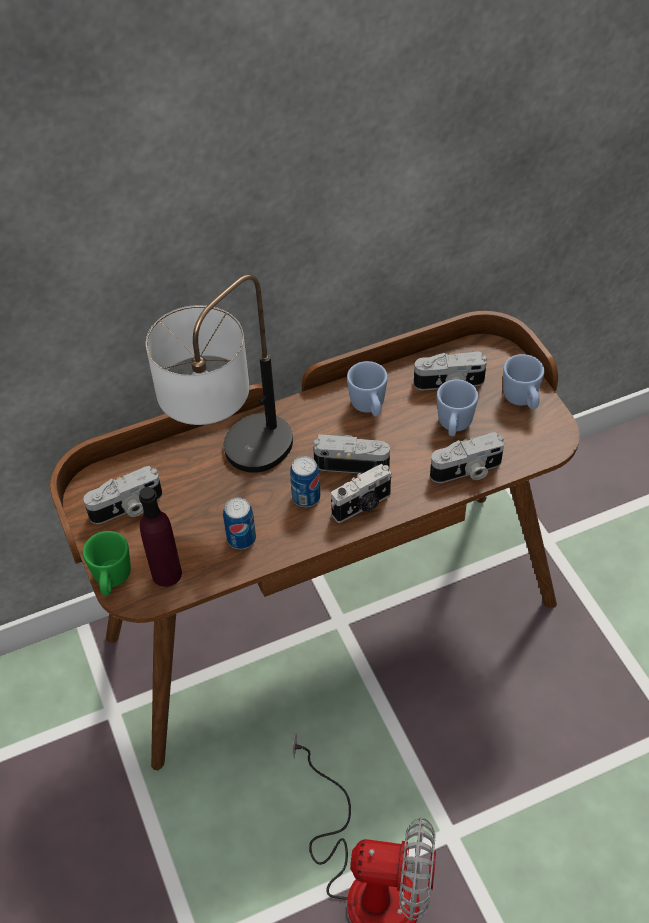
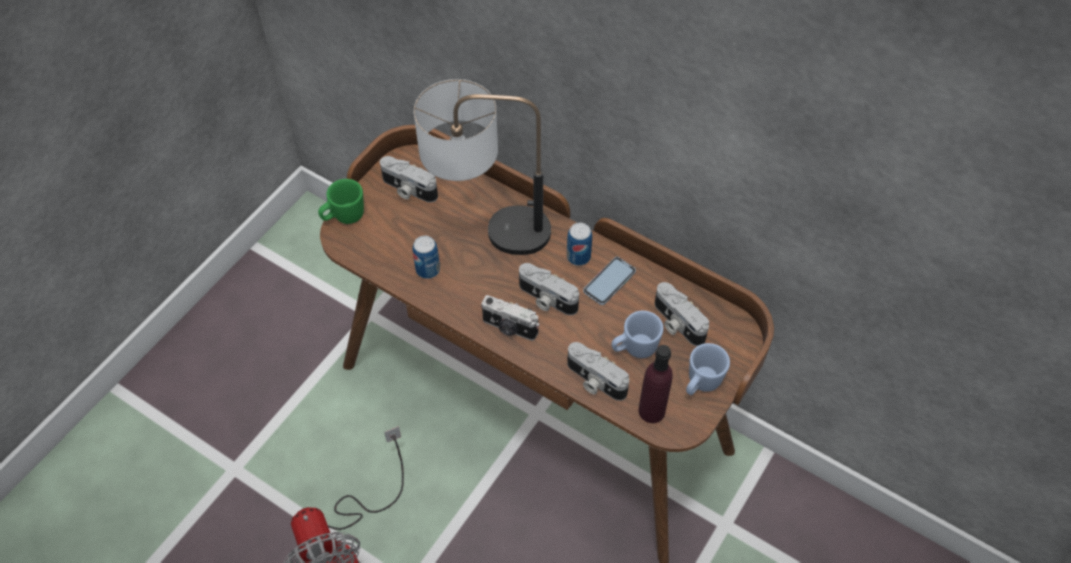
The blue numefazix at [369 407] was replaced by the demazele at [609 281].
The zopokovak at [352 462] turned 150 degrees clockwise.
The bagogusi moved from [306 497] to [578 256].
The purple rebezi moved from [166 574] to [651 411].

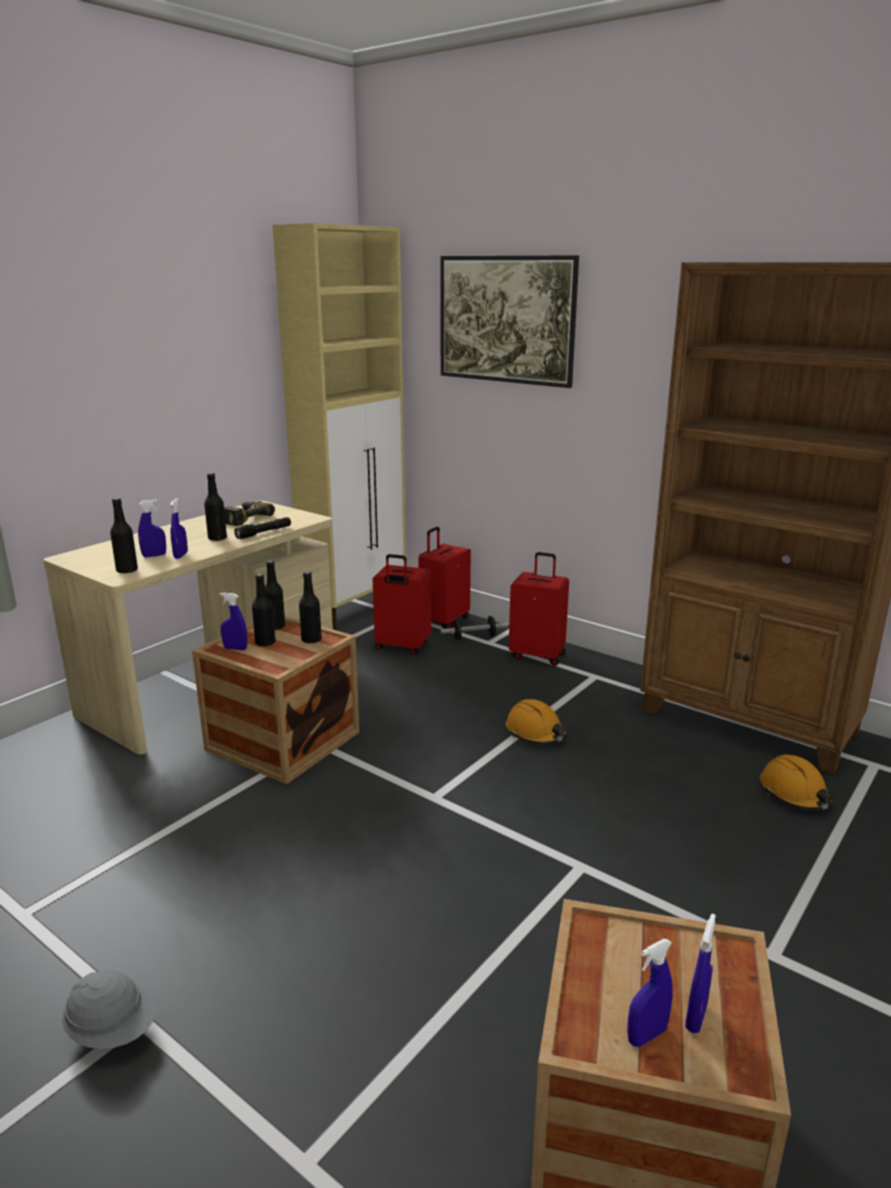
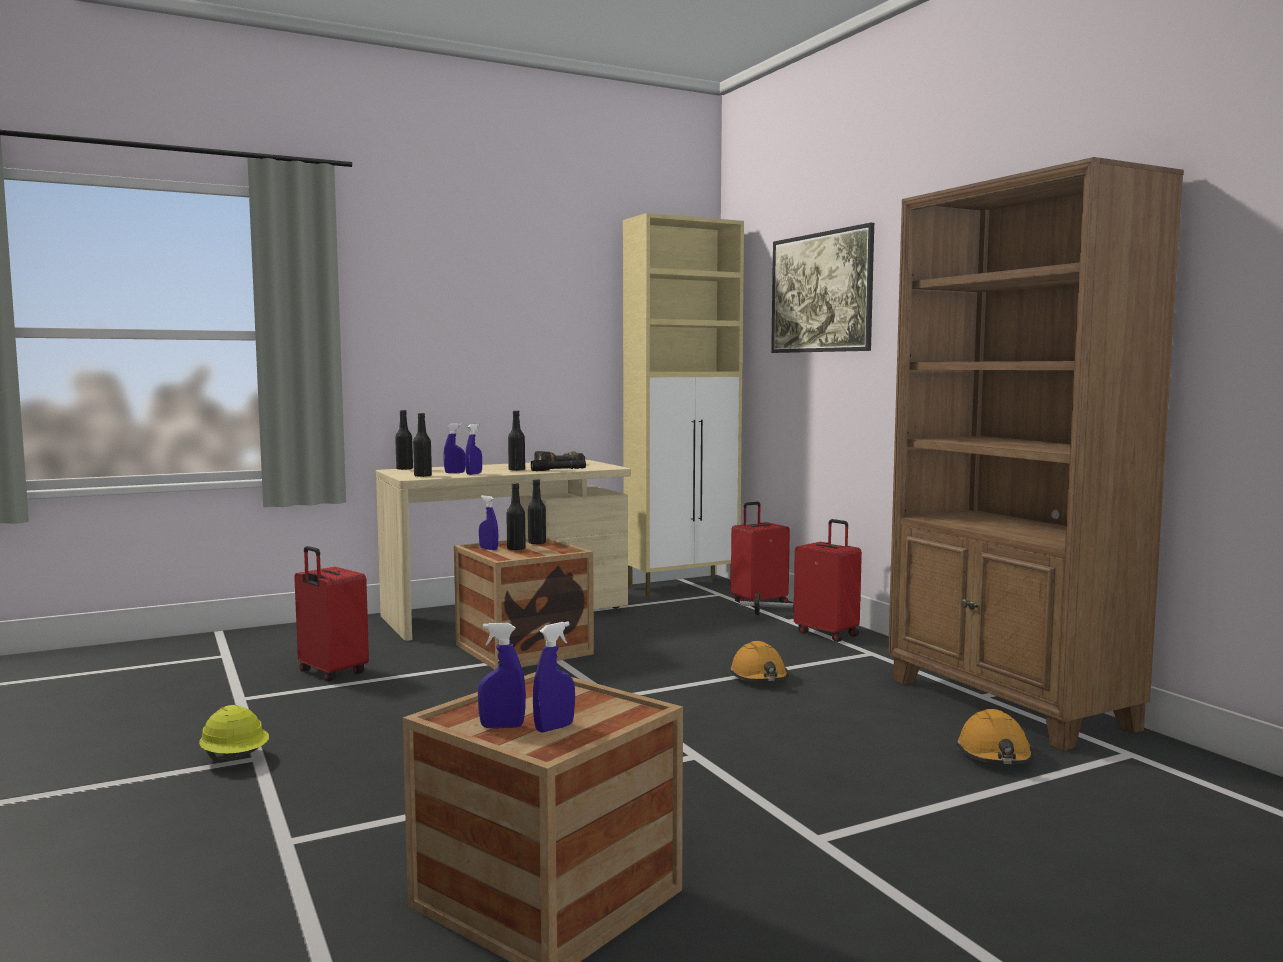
The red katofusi moved from [402 647] to [331 673].
The black rebezi moved from [311 640] to [404 469].
The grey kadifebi at [113 1031] became the yellow kadifebi at [236 759].

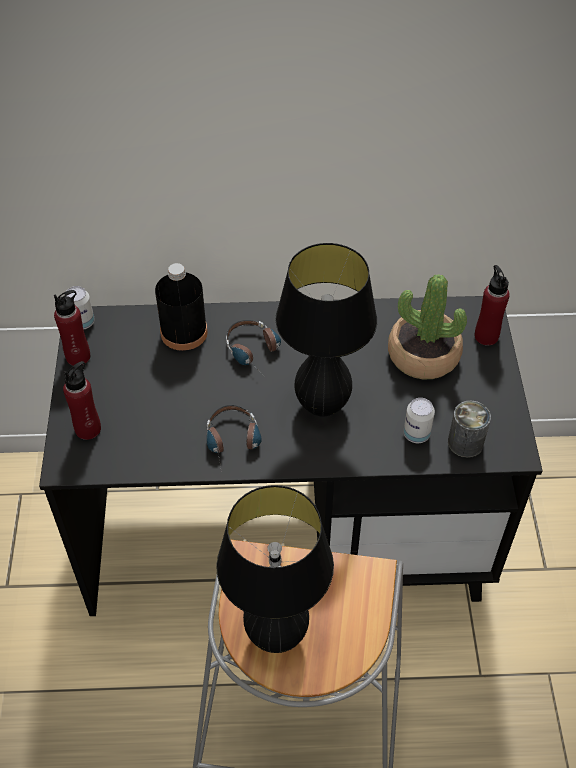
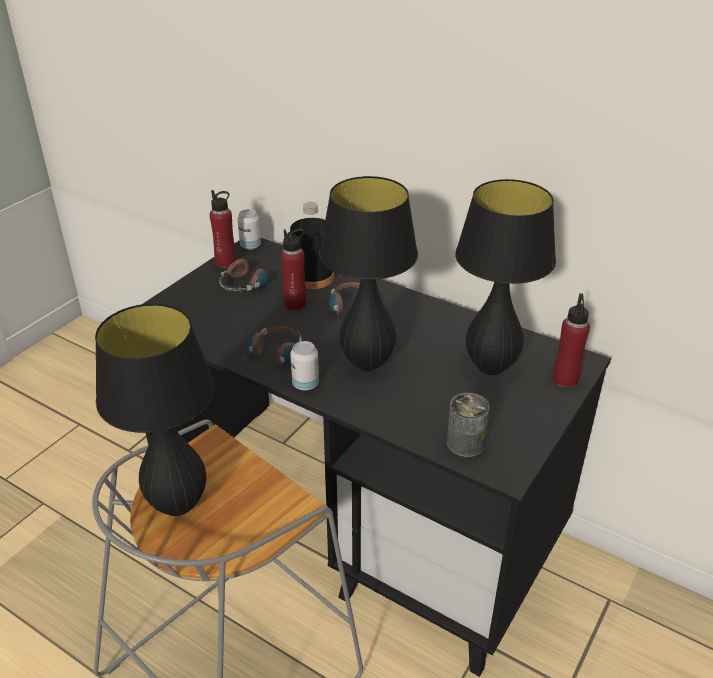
The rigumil at [423 355] was replaced by the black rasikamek at [491 367].
The red rebezi moved from [88 429] to [295 304].
The bagogusi moved from [416 434] to [305 384].
The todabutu at [249 281] appeared.

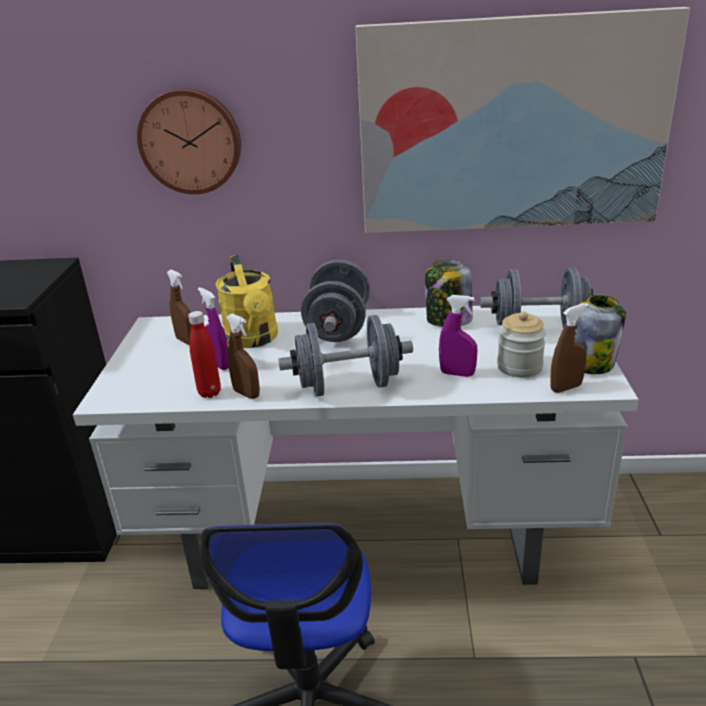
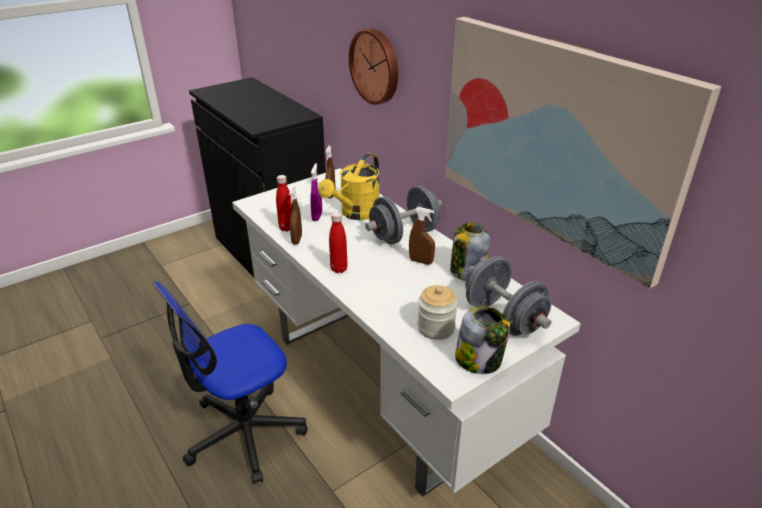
The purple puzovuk at [457 374] disappeared.
The brown puzovuk moved from [566 388] to [421 261].
The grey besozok at [348 386] was replaced by the red rebezi at [339 269].

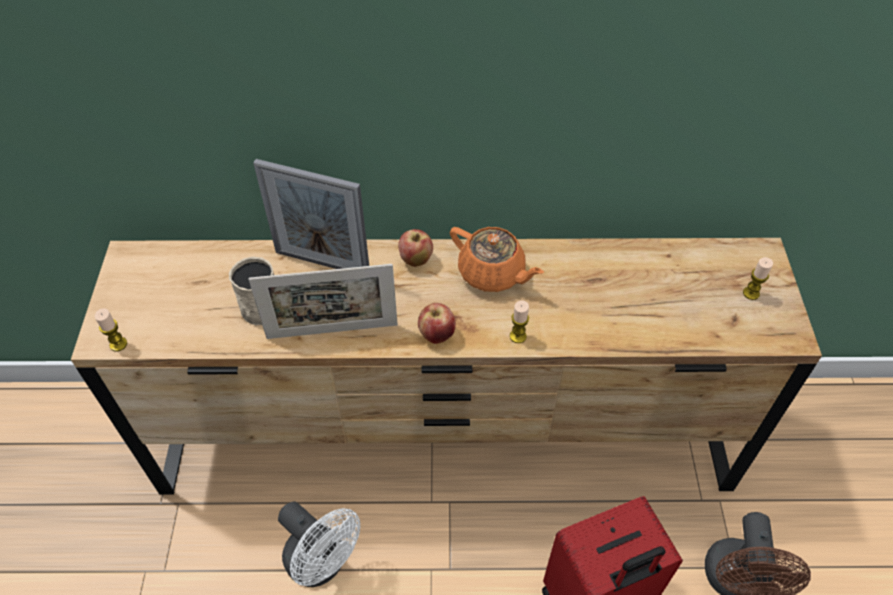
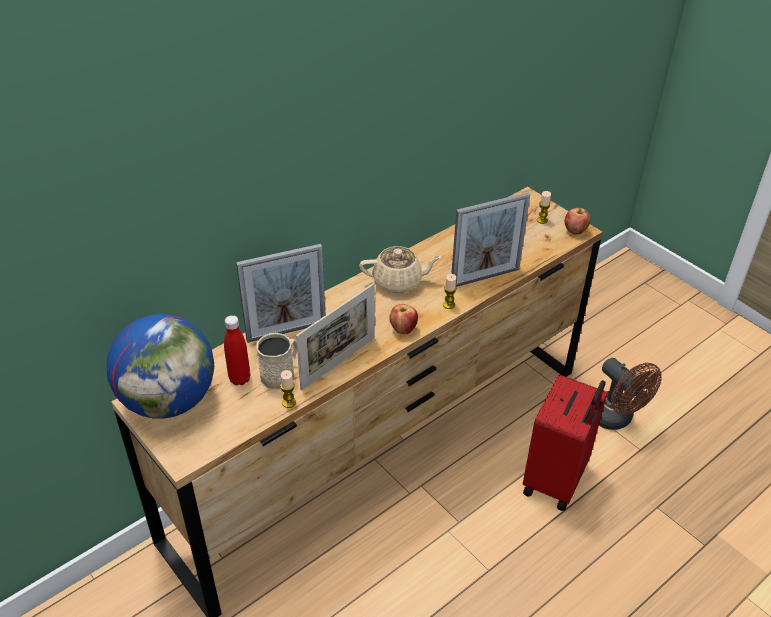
The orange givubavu at [492 274] became the beige givubavu at [398 282].
The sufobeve moved from [415 260] to [575 231].
The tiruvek moved from [118 344] to [289 402].
The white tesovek at [322 564] disappeared.
The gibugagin at [485 277] appeared.
The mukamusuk at [169 400] appeared.
The red rebezi at [240 379] appeared.

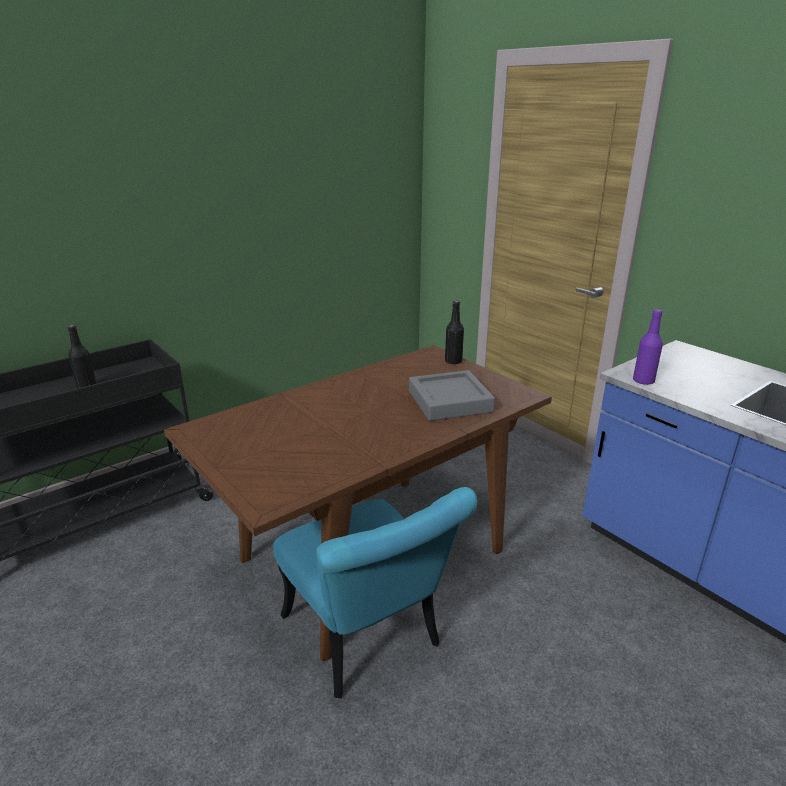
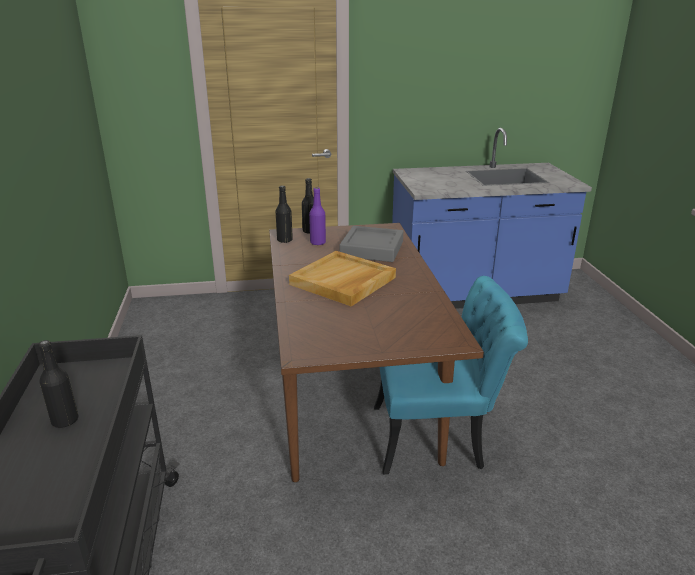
The purple rebezi moved from [643 381] to [318 243].
The black rebezi at [284 240] appeared.
The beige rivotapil at [343 281] appeared.

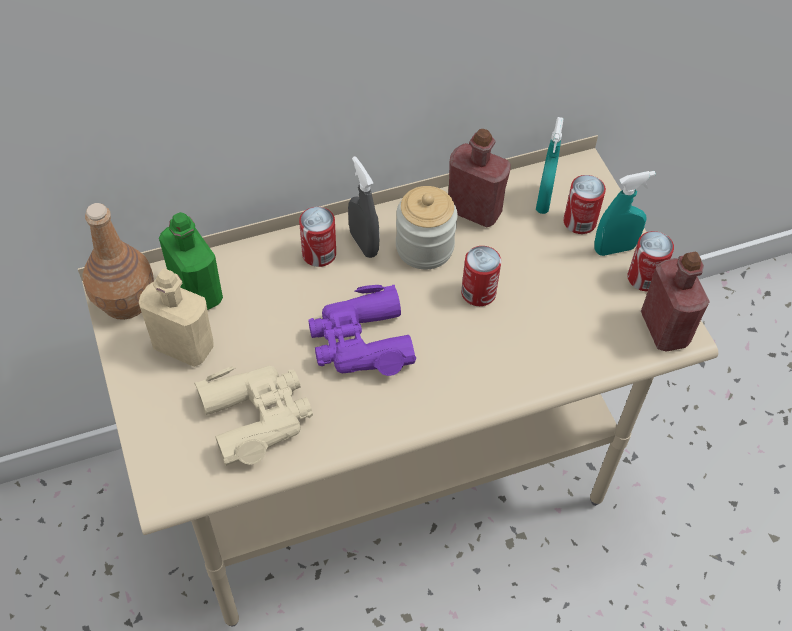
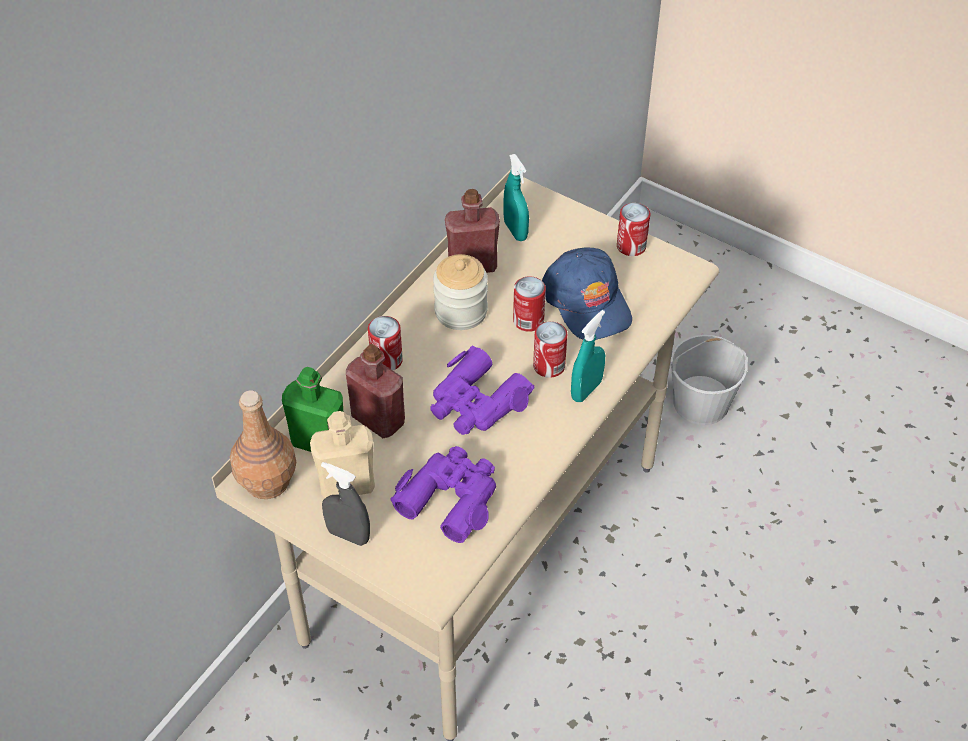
The grey puzovuk moved from [363 244] to [348 535].
The turquoise puzovuk moved from [614 248] to [586 390].
The bagogusi moved from [579 222] to [549 366].
The red rebezi moved from [664 329] to [378 419].
The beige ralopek at [257 416] became the purple ralopek at [450 498].
The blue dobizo at [587 301] appeared.
The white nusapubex at [702 402] appeared.

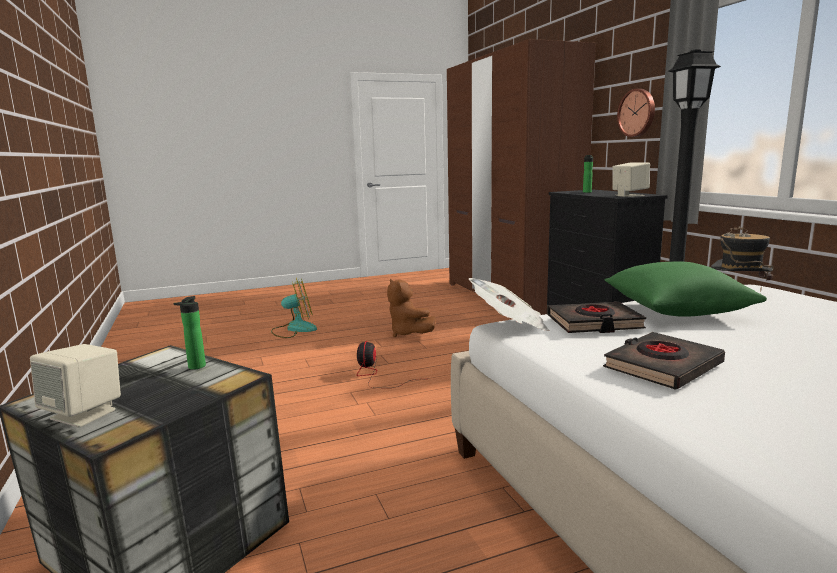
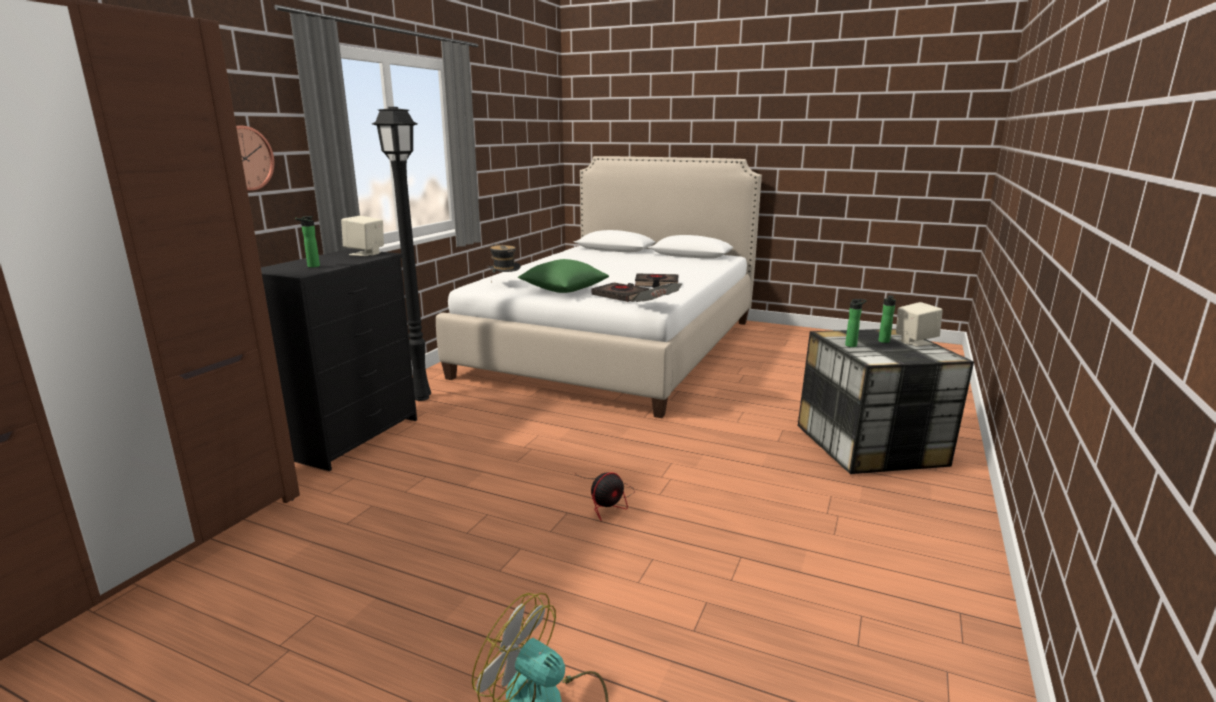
The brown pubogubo at [408 333] disappeared.
The rebezi at [884 342] appeared.

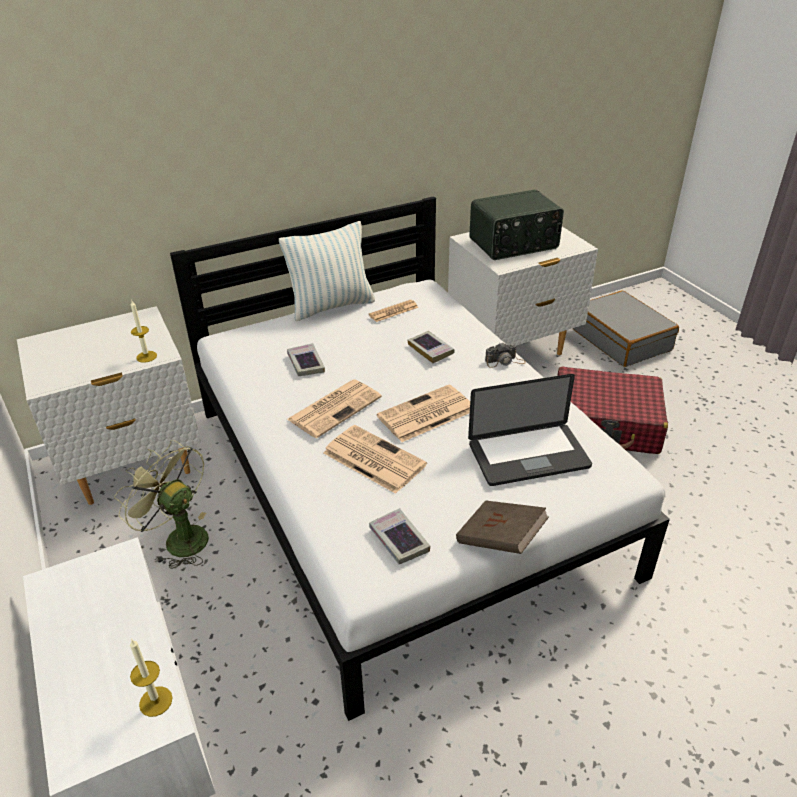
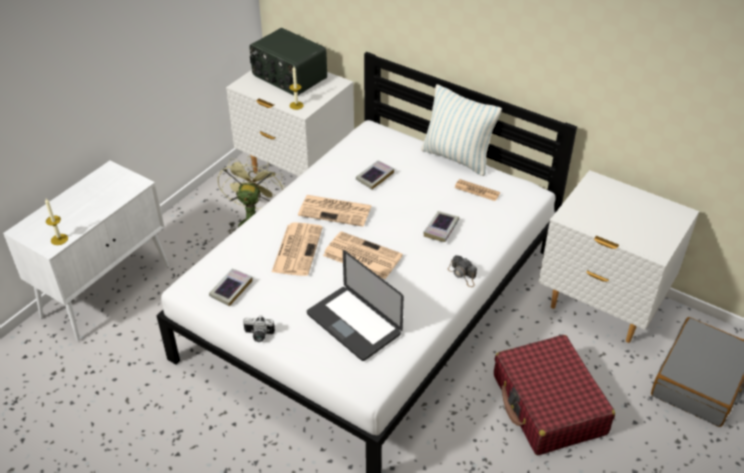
The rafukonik moved from [514 244] to [288 77].
The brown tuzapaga at [500 540] was replaced by the zopokovak at [258 335].

